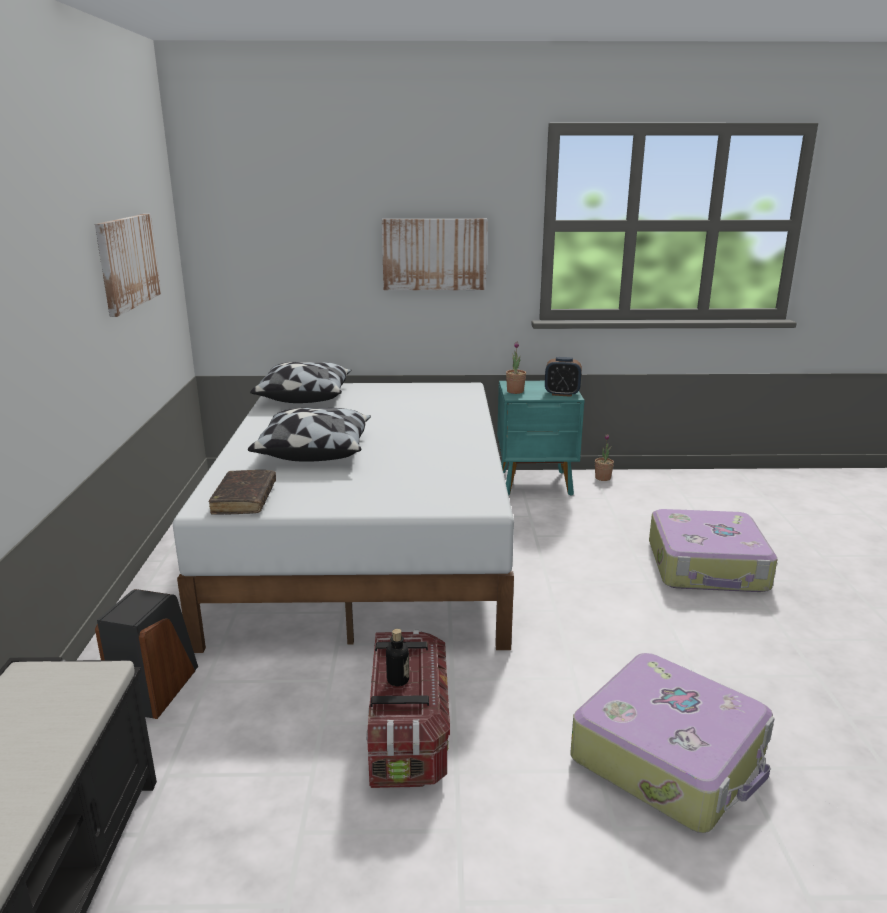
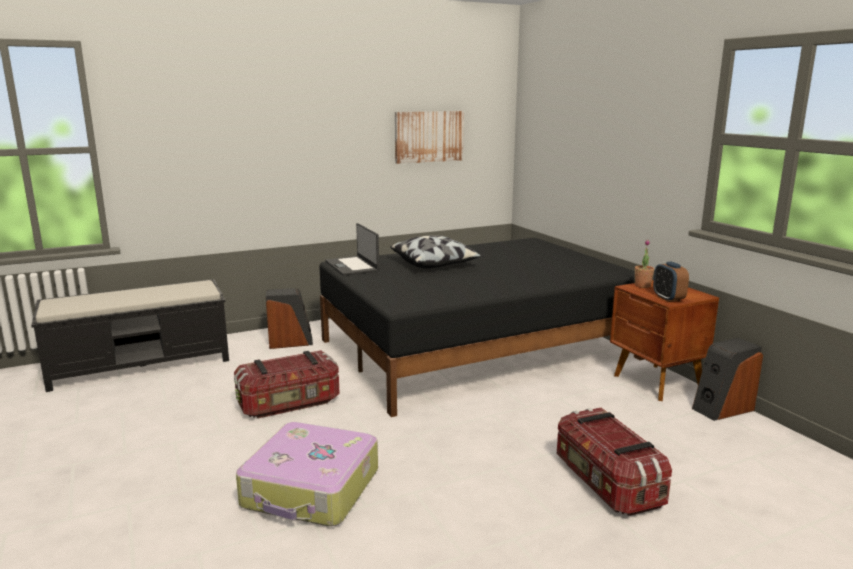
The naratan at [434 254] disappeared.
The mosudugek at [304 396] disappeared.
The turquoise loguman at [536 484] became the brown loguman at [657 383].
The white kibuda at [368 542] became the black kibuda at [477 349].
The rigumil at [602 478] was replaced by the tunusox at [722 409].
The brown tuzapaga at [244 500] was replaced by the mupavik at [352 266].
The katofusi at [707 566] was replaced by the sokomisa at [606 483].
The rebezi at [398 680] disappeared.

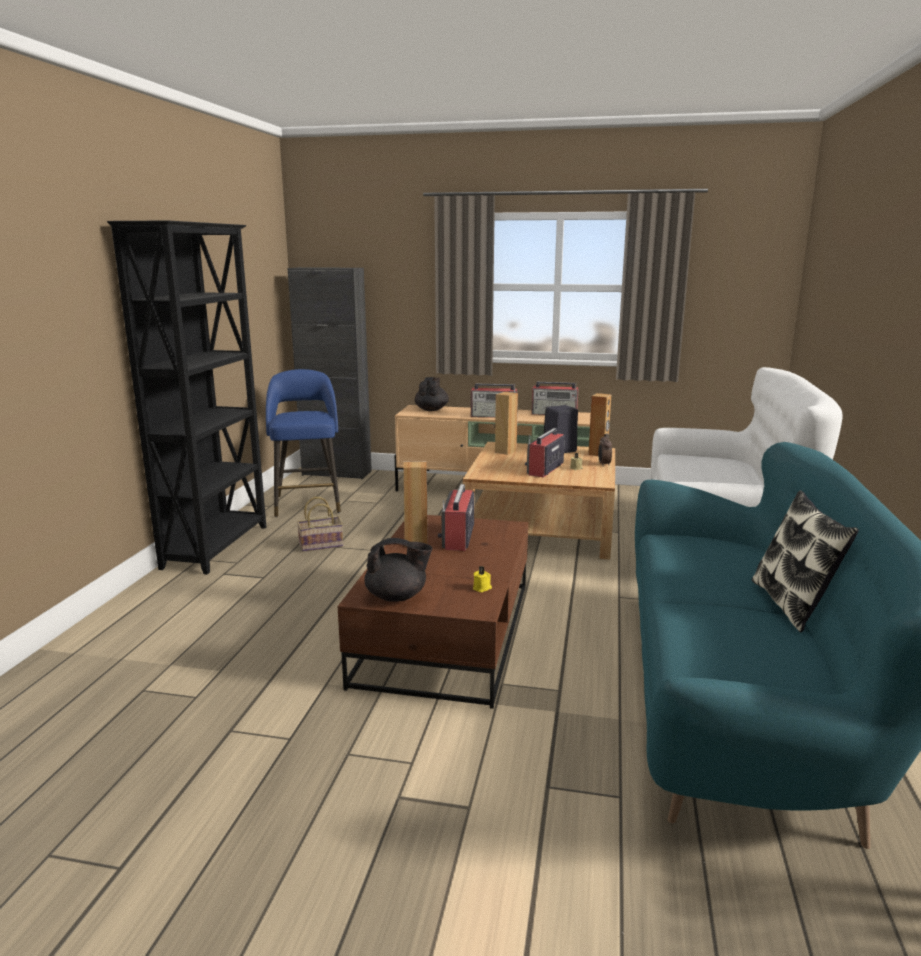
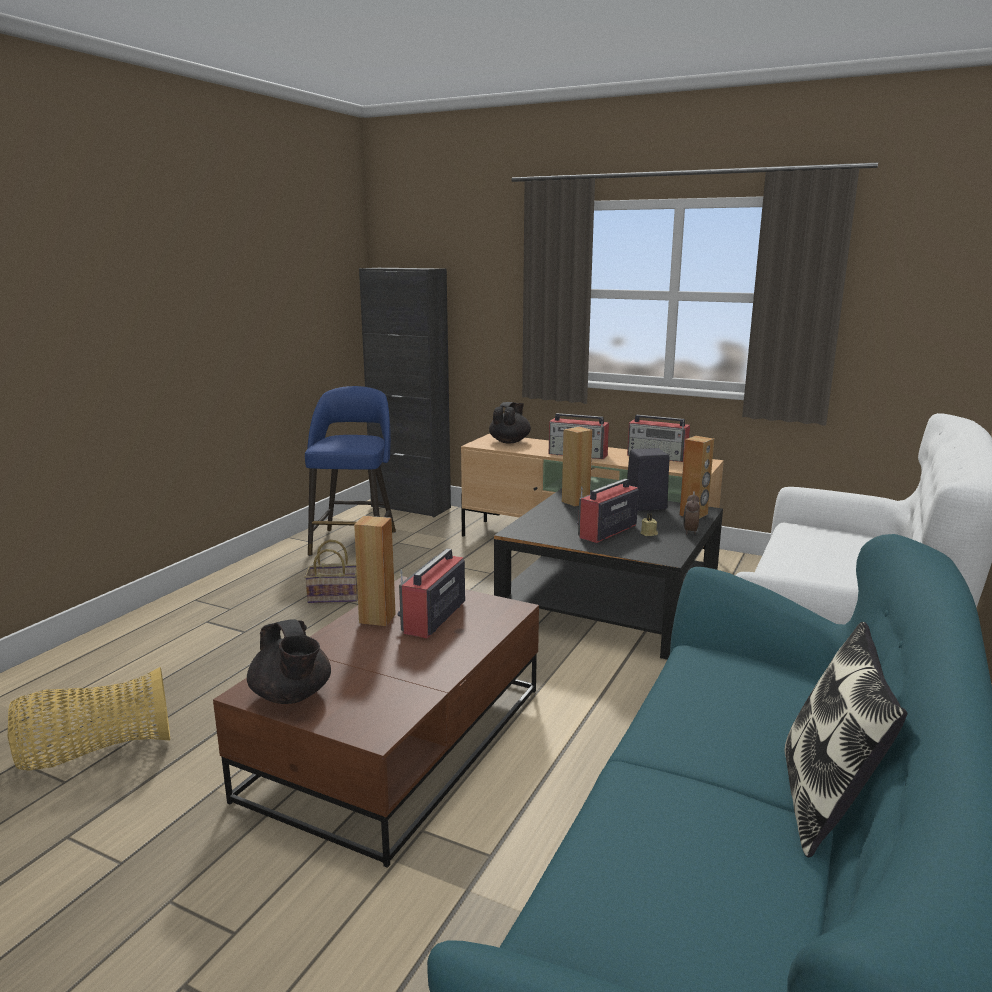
The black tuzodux at [218 546] disappeared.
The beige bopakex at [542 527] became the black bopakex at [610 602].
The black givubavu at [397 597] turned 45 degrees clockwise.
The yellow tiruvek at [482 588] disappeared.
The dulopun at [96 751] appeared.

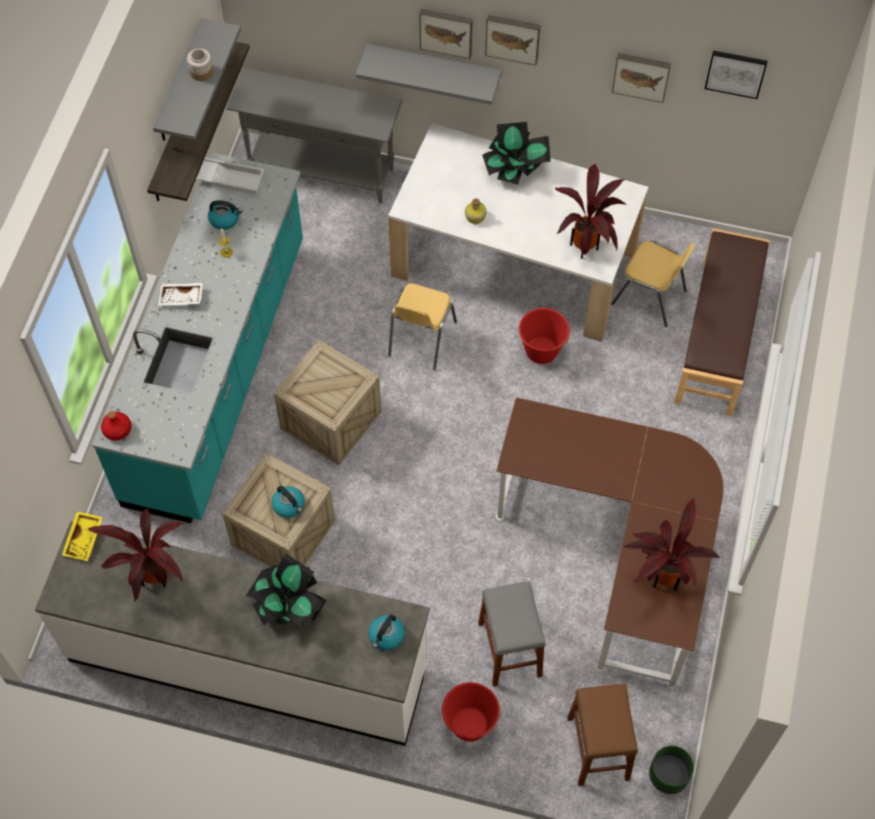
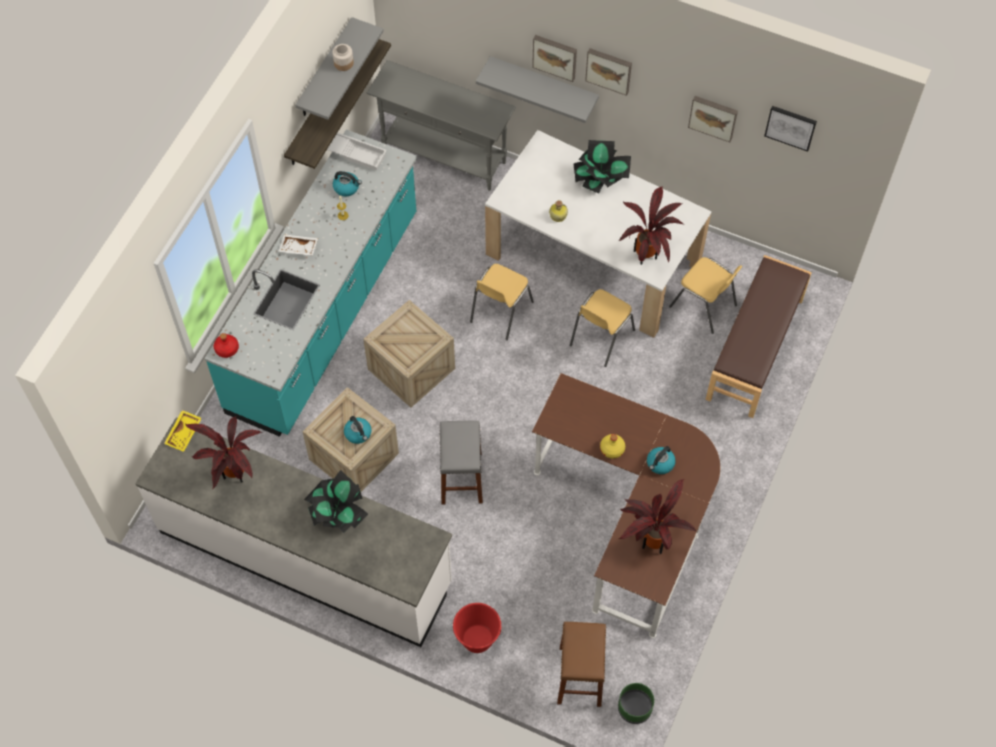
The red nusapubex at [541 351] was replaced by the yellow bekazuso at [600 338].
The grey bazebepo moved from [509 649] to [461 478].
The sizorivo moved from [386 636] to [660 464].
The yellow rebezi at [612 449] appeared.

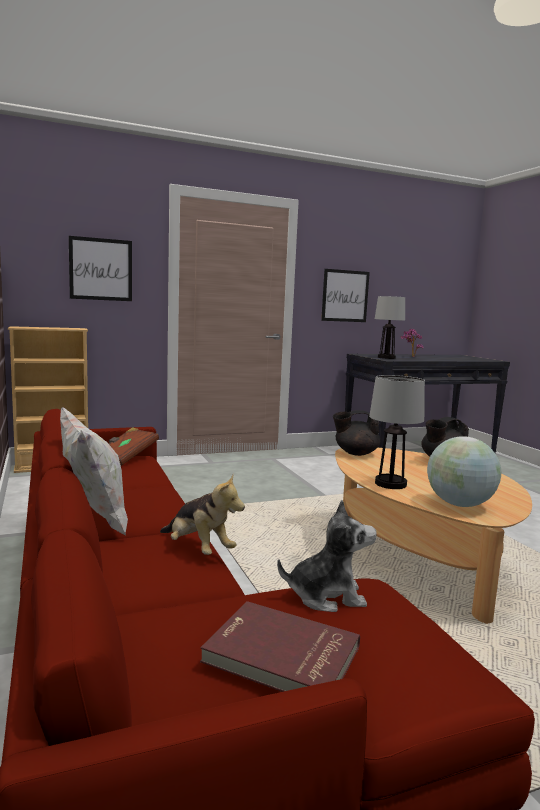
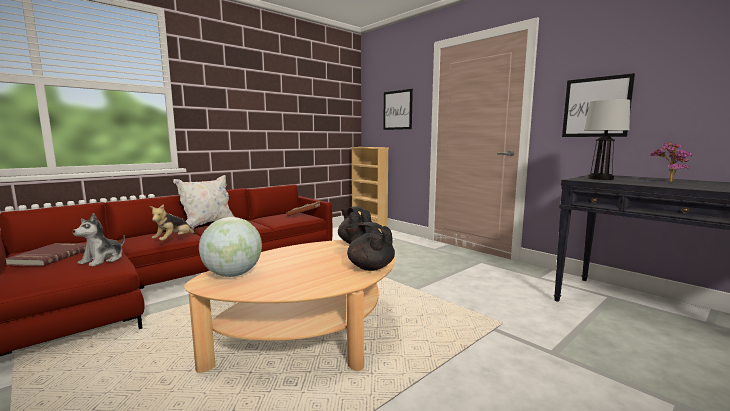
The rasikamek at [391 484] disappeared.
The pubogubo at [326 596] turned 45 degrees clockwise.

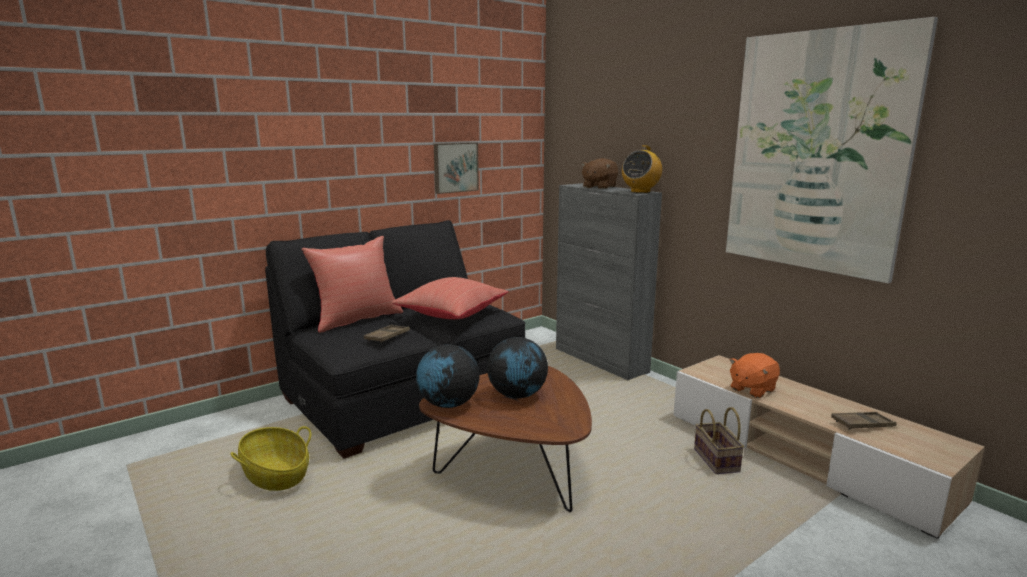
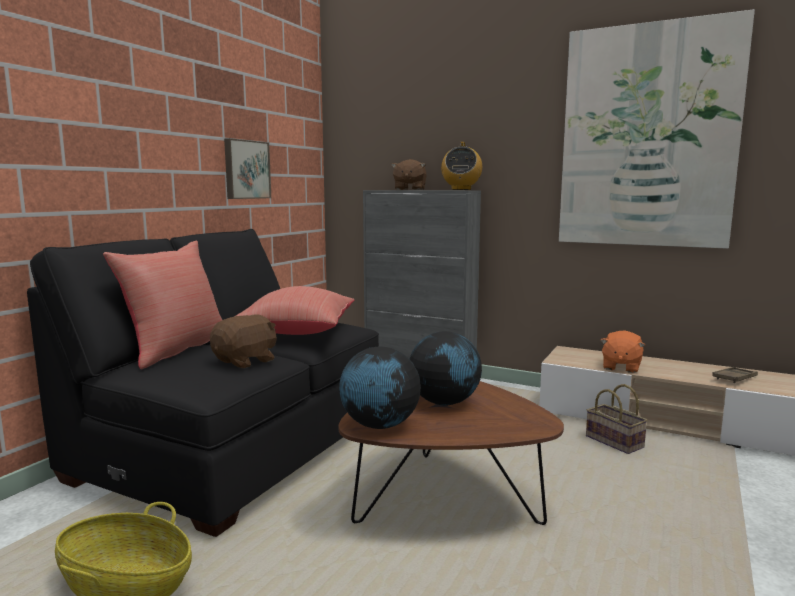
The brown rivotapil at [387 337] was replaced by the brown pubogubo at [246 361].

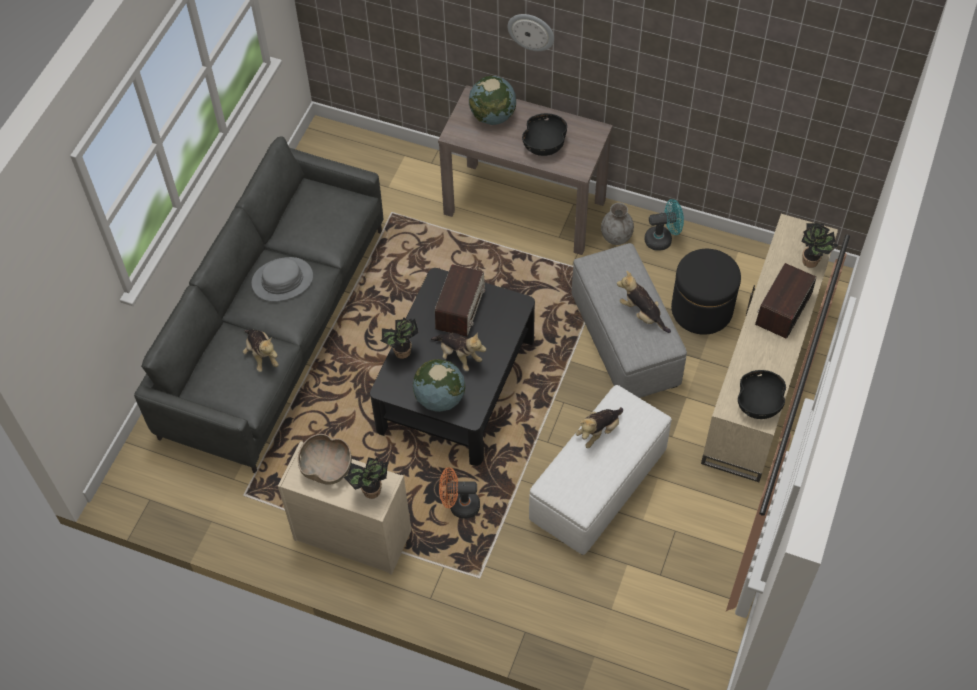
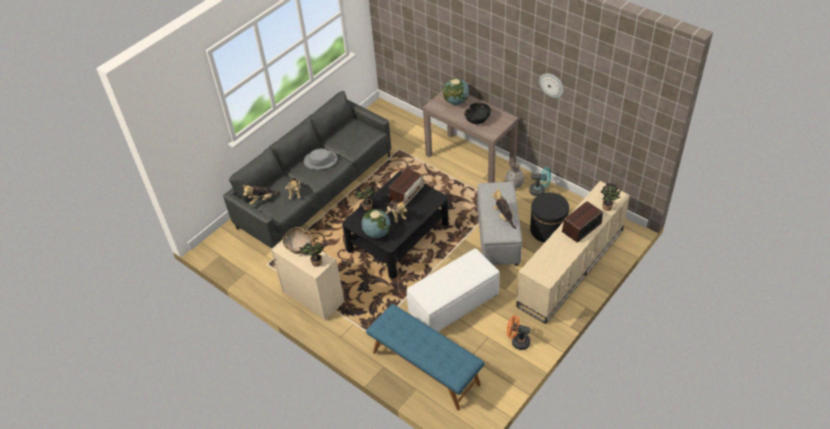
The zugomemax moved from [531 31] to [552 85].
The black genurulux at [759 404] disappeared.
The pubogubo moved from [598 431] to [262 200].
The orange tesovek moved from [459 505] to [517 341].
The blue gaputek at [425 368] appeared.

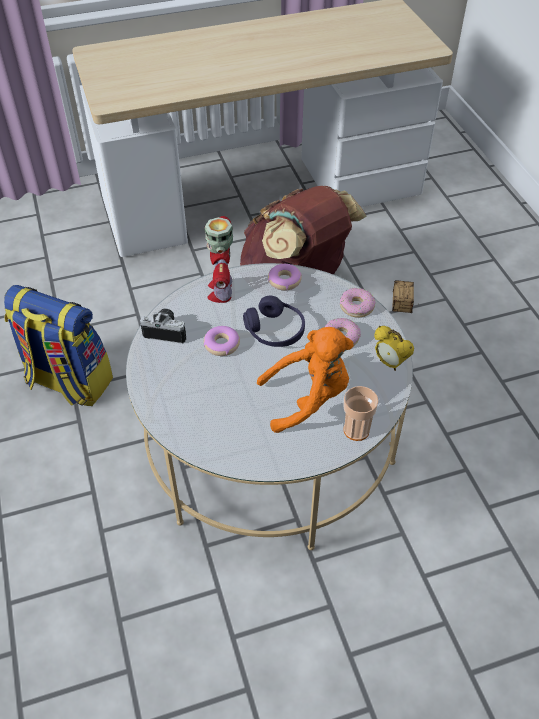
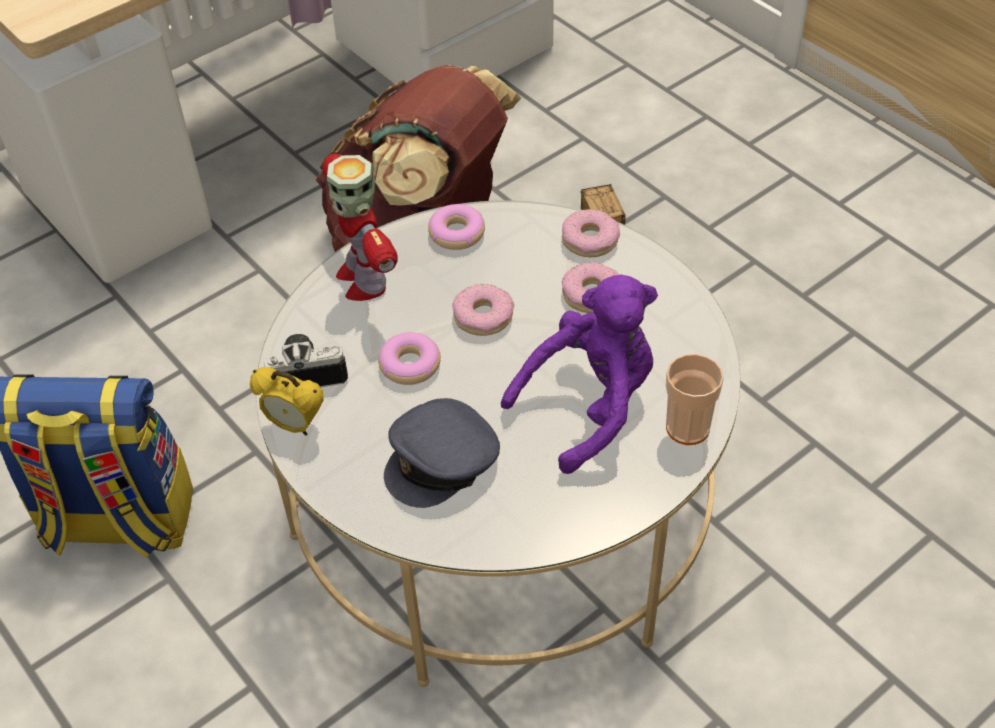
The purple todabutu at [275 331] was replaced by the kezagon at [483 316].
The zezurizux moved from [390 363] to [295 425].
The orange pubogubo at [308 398] became the purple pubogubo at [590 405].
The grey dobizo at [443 461] appeared.

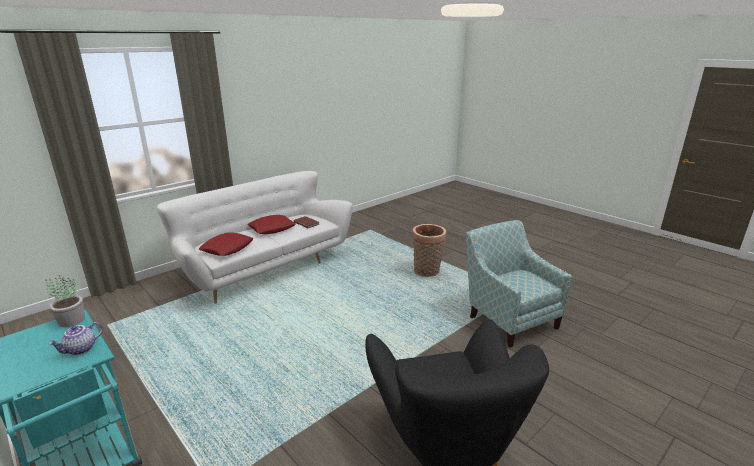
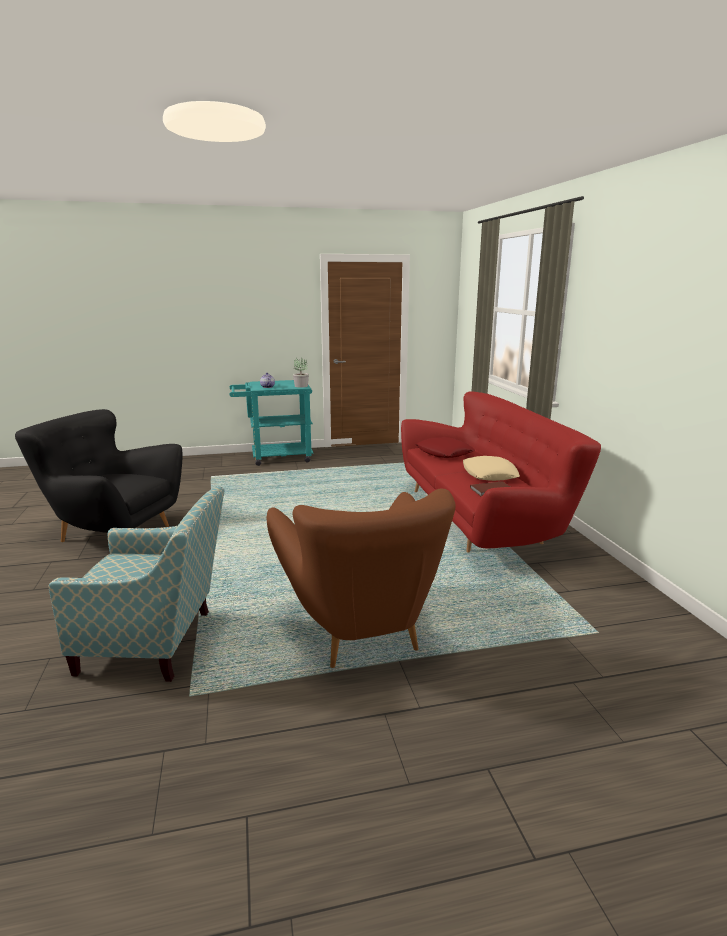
The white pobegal at [264 267] became the red pobegal at [481 520].
The red mosudugek at [272 228] became the beige mosudugek at [489 474].
The dulopun at [427 272] was replaced by the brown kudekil at [360 629].

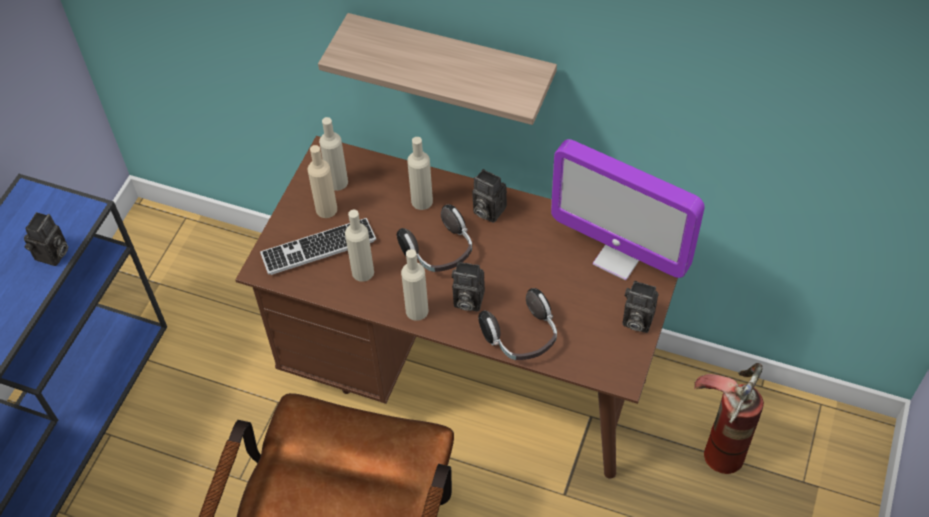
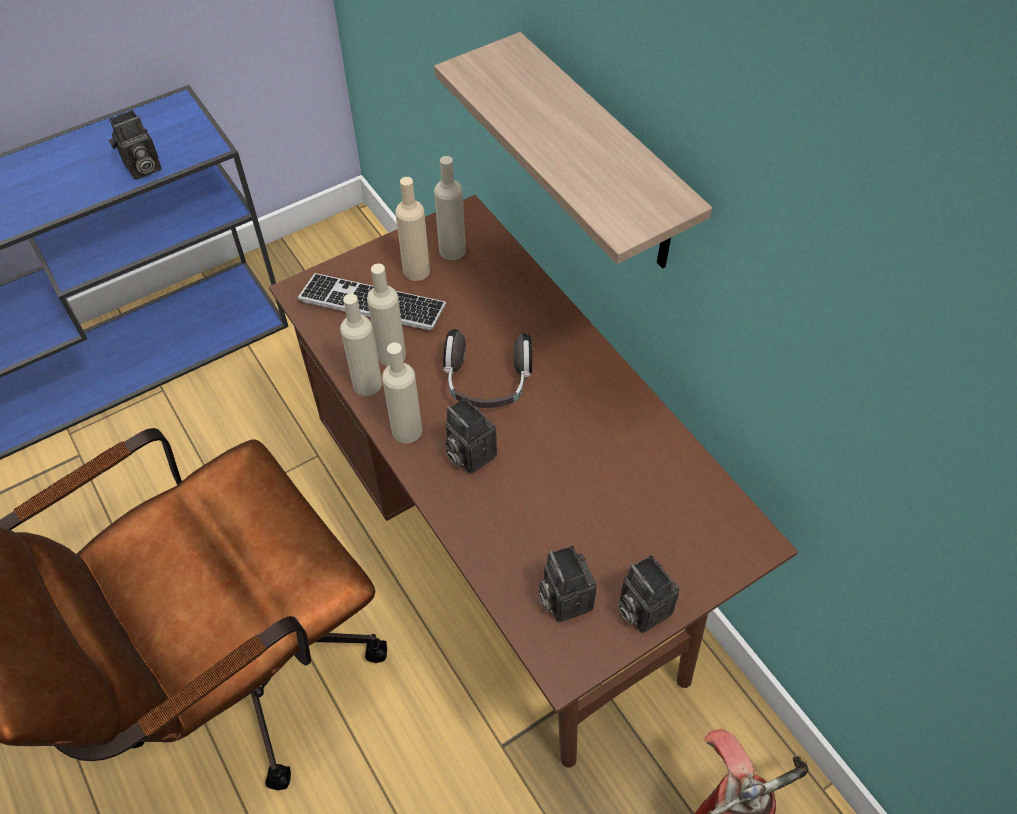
The beige rebezi moved from [422 201] to [367 383].
The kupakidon at [619 258] disappeared.
The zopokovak moved from [487 210] to [563 598].
The todabutu at [521 337] disappeared.

